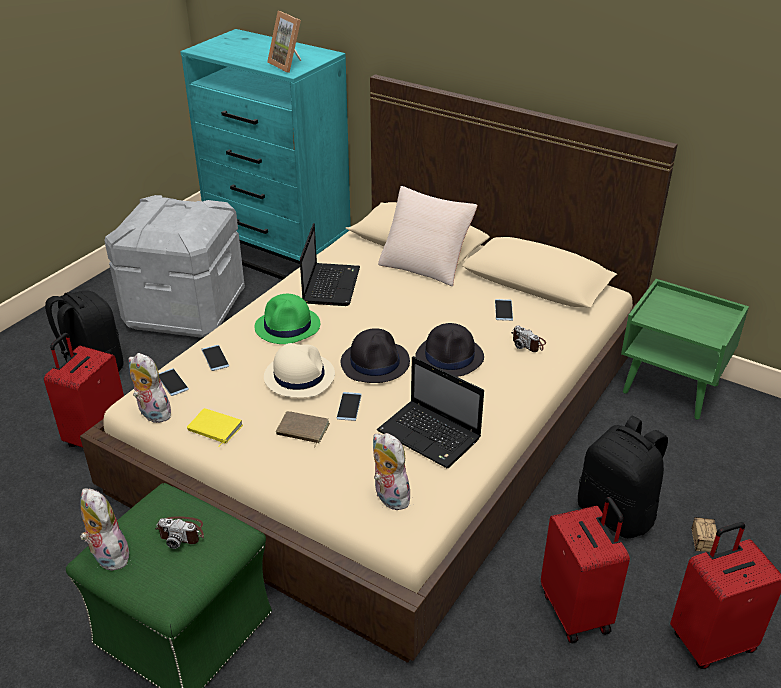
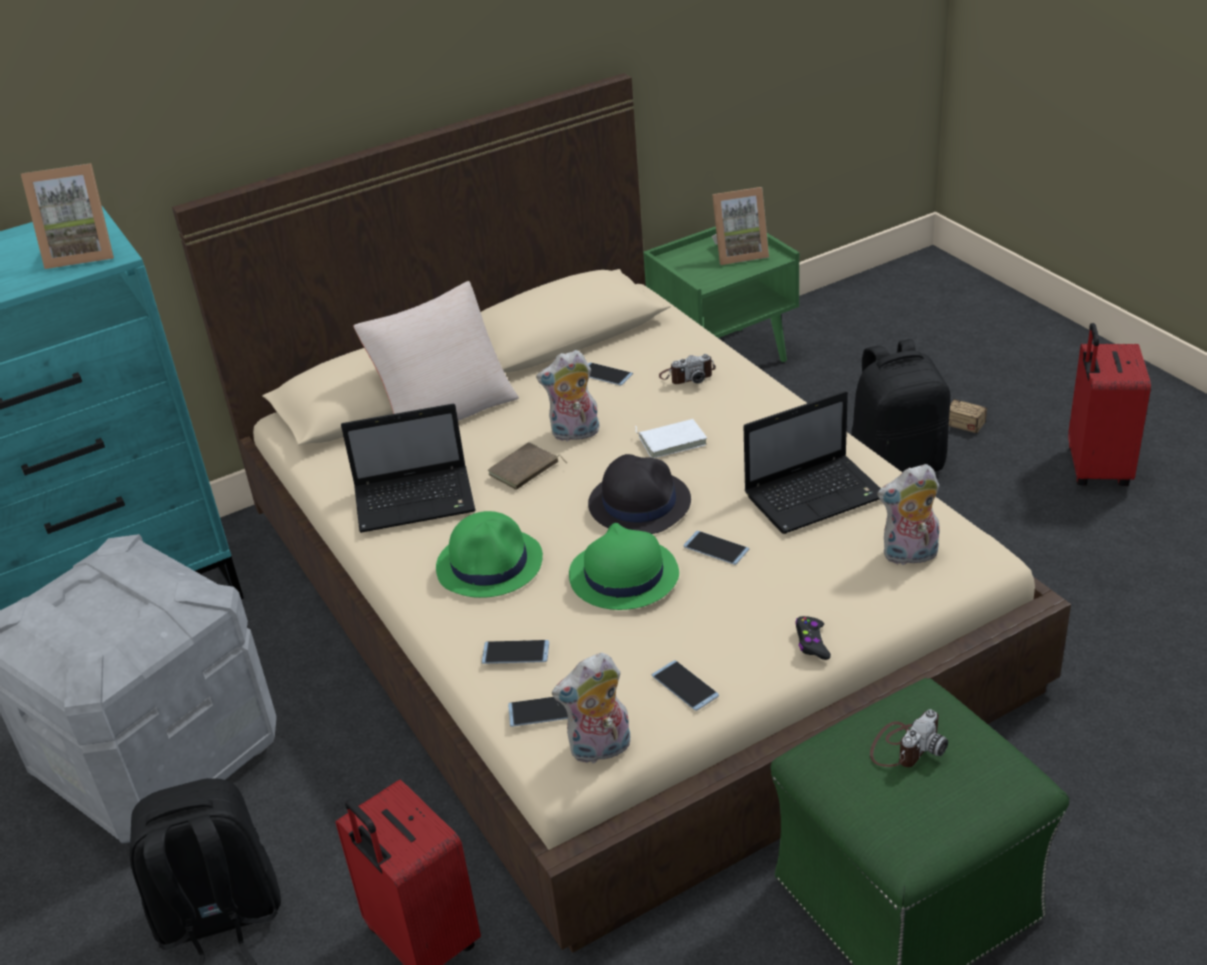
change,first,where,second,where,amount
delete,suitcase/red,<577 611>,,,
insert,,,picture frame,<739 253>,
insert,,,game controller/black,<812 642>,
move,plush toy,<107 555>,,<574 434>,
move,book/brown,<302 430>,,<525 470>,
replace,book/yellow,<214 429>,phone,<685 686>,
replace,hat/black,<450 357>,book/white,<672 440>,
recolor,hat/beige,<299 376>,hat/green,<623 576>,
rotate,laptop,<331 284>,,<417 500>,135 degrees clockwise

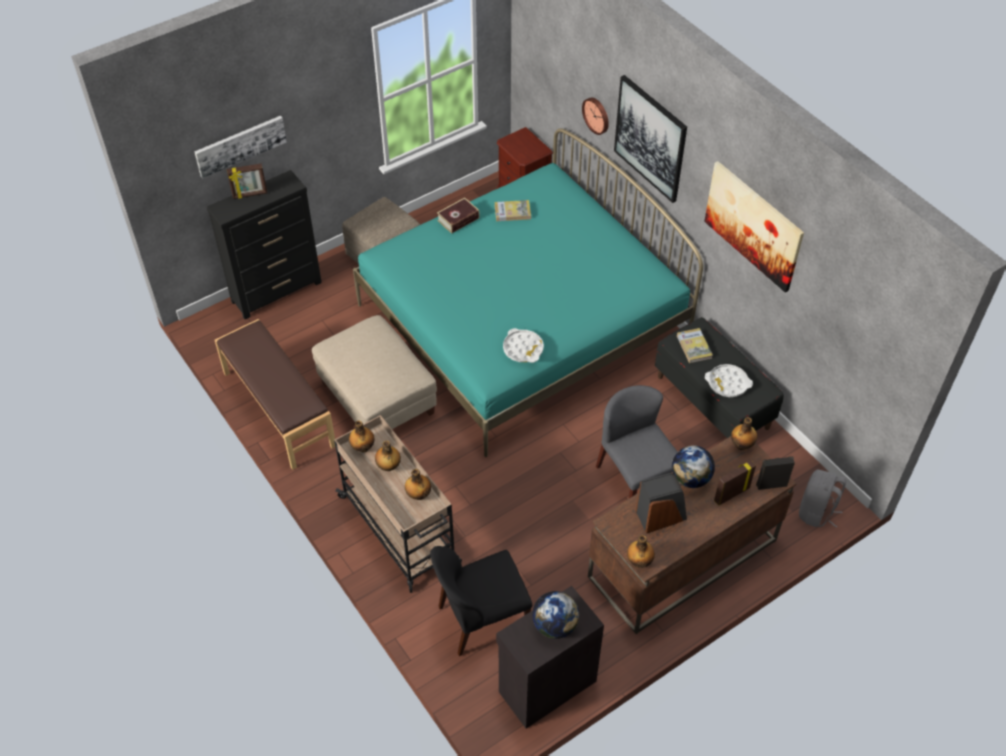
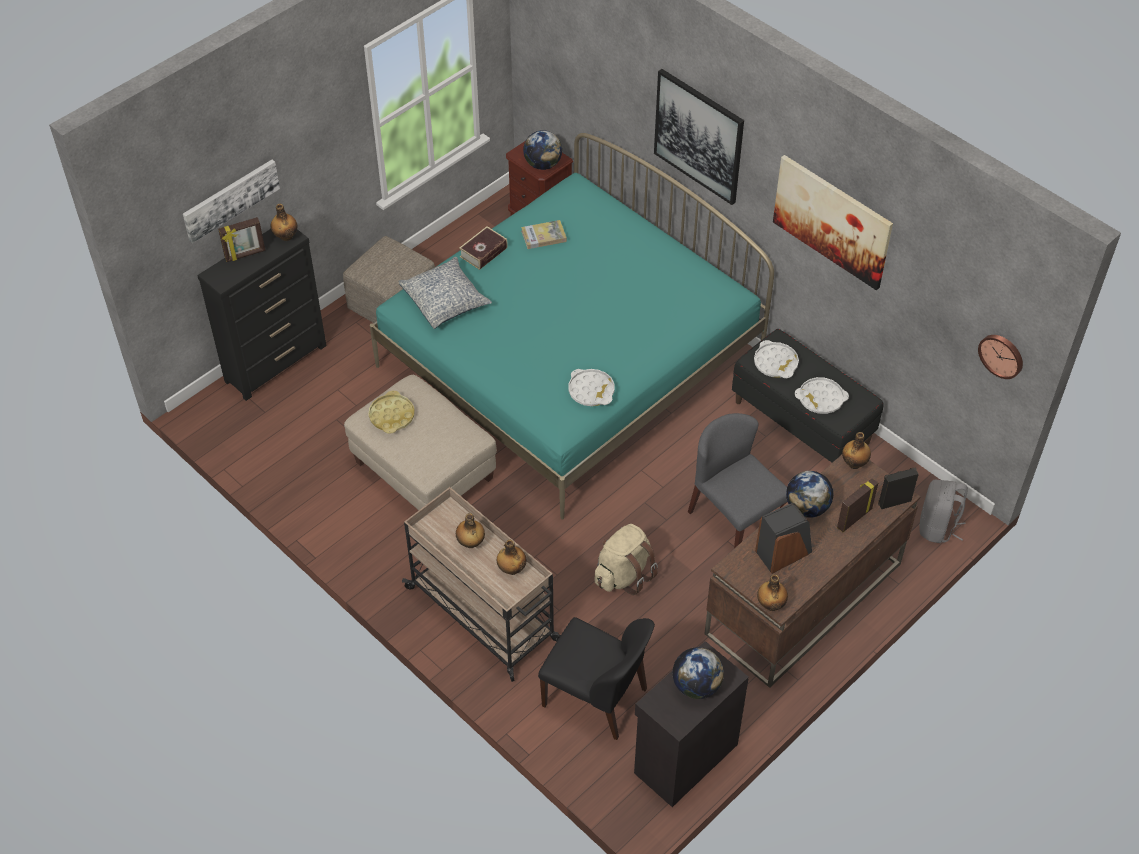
change,first,where,second,where,amount
delete,bench/brown,<278 409>,,,
insert,,,tray/yellow,<392 416>,
insert,,,pillow,<445 301>,
insert,,,globe,<543 164>,
insert,,,backpack/beige,<623 575>,
move,bottle,<363 447>,,<286 236>,
move,wall clock,<597 115>,,<1002 355>,
replace,book,<694 347>,tray/white,<775 363>,
rotate,chair/black,<481 619>,,<597 698>,120 degrees counterclockwise

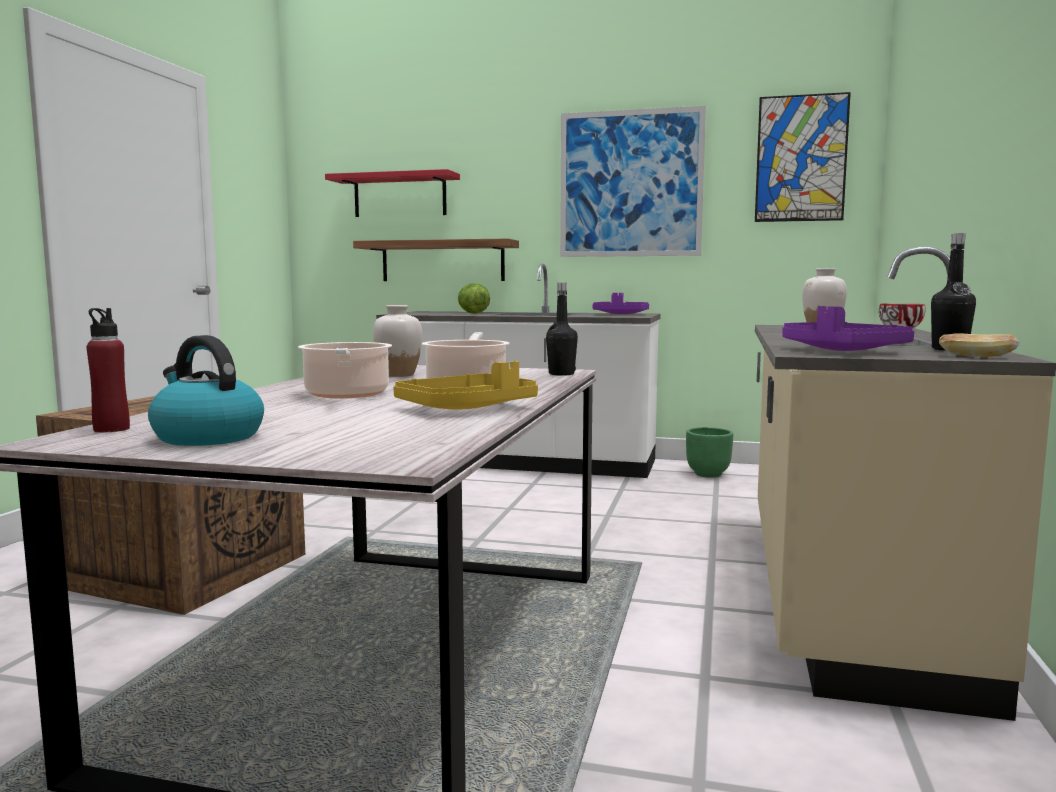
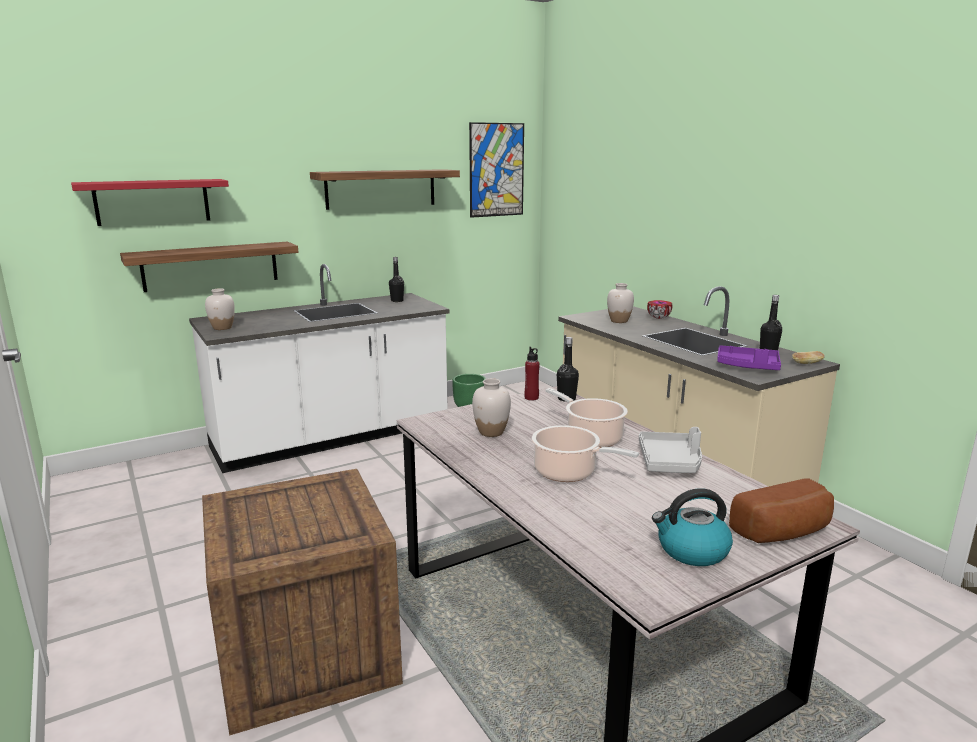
change,first,where,second,where,amount
delete,lettuce,<473 313>,,,
insert,,,vase/white,<222 328>,
insert,,,bread,<785 532>,
move,bottle/red,<111 429>,,<531 398>,
replace,picture,<630 184>,shelf,<381 188>,
replace,tray/purple,<621 314>,bottle/black,<397 301>,
recolor,tray/yellow,<467 408>,tray/grey,<670 462>,

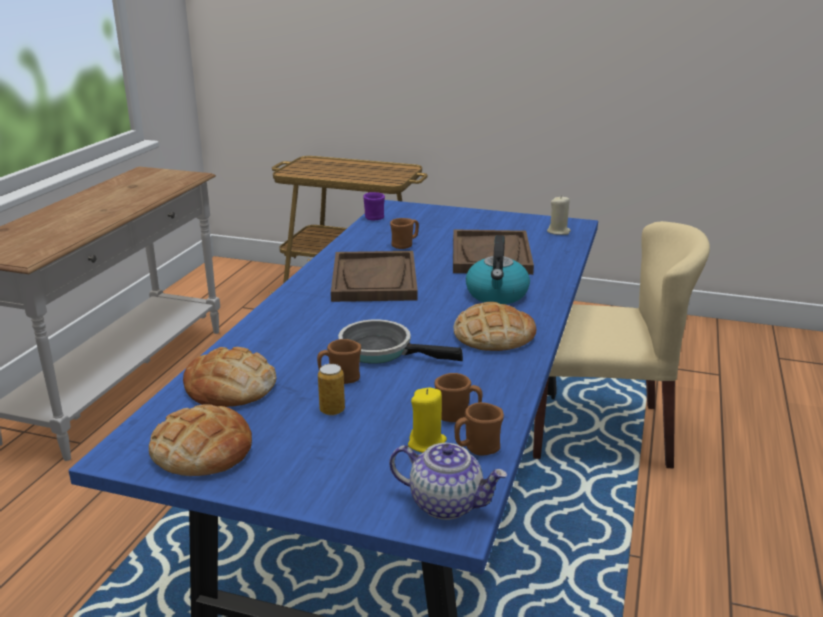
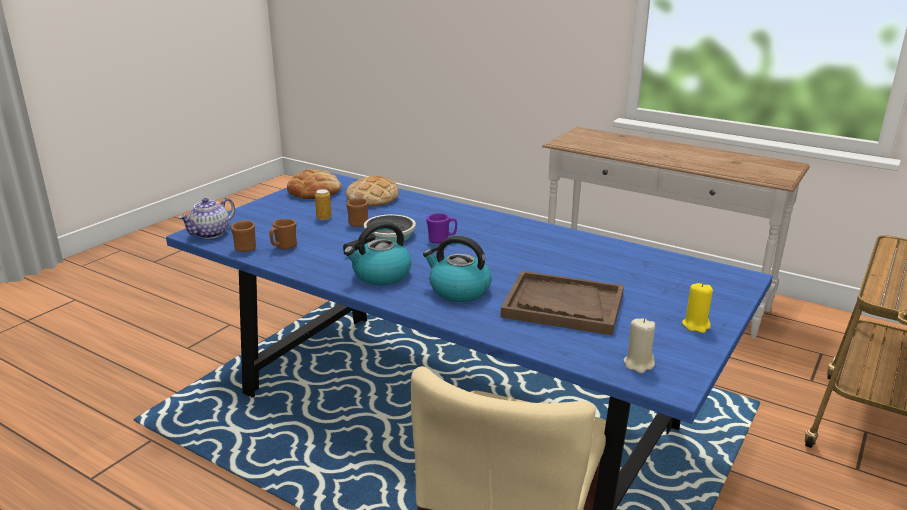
change,first,where,second,where,amount
delete,tray/brown,<374 279>,,,
delete,mug/brown,<405 245>,,,
move,mug/purple,<373 217>,,<441 240>,
move,candle/yellow,<427 443>,,<696 325>,
replace,bread,<493 335>,kettle,<381 275>,

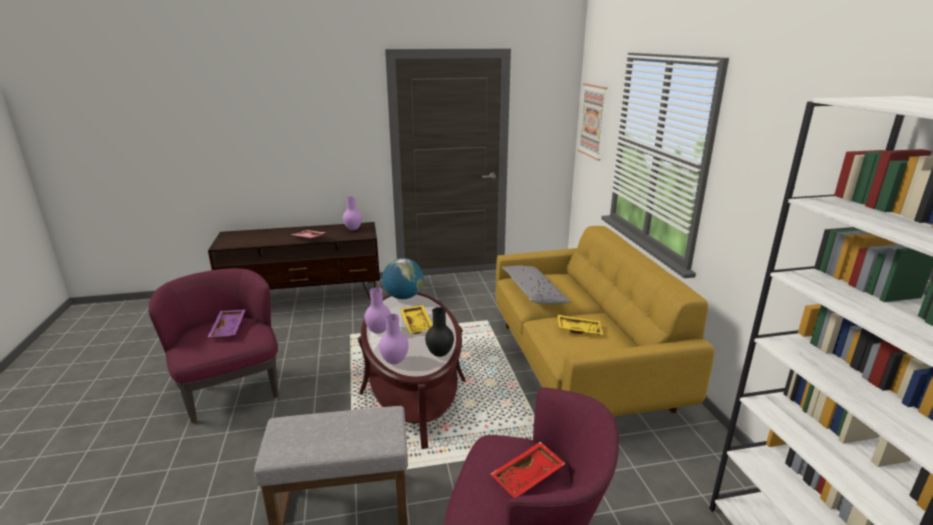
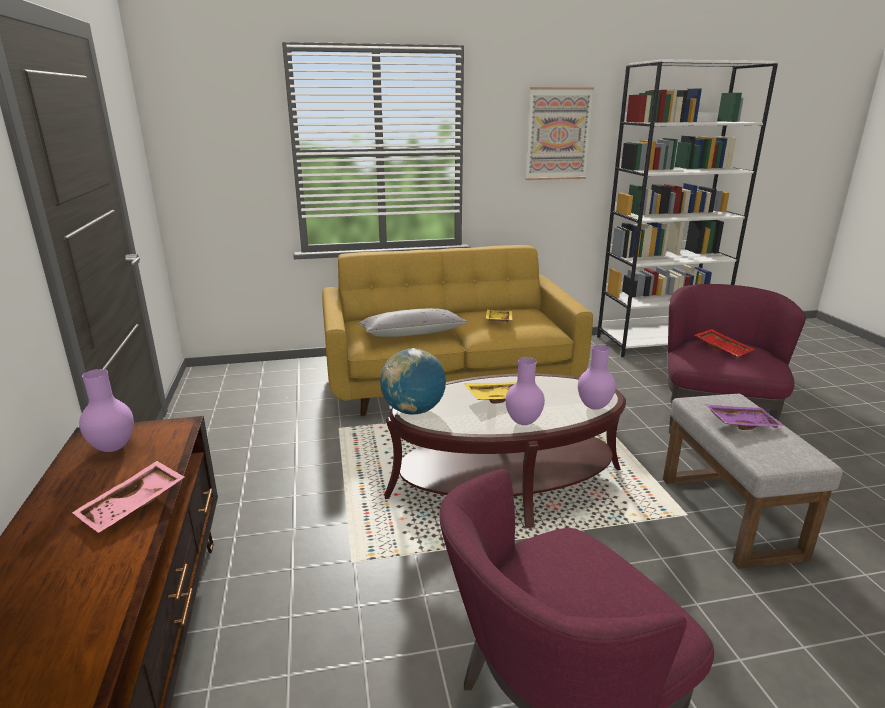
change,first,where,second,where,amount
delete,vase/black,<439 354>,,,
move,tray/purple,<229 328>,,<741 423>,
move,picture,<592 121>,,<558 134>,

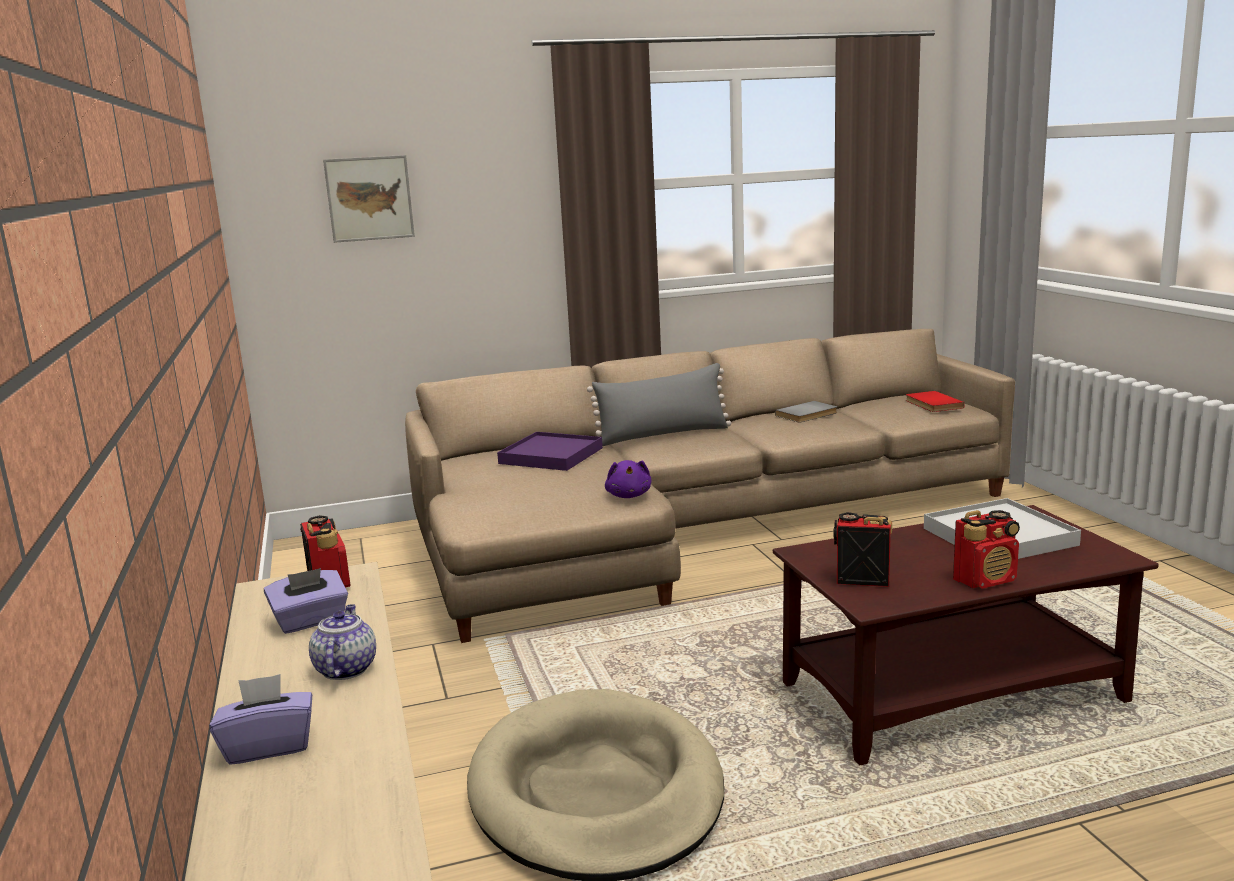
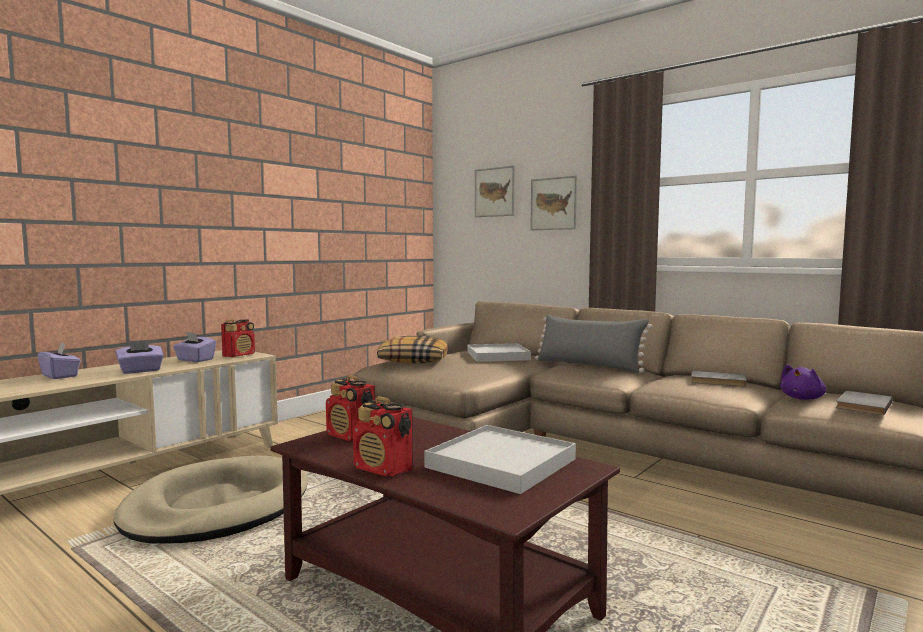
change,first,where,second,where,amount
insert,,,pillow,<413 360>,
insert,,,picture,<553 203>,
move,plush toy/purple,<629 495>,,<802 398>,
replace,teapot,<345 669>,tissue box/purple,<140 371>,
recolor,tray/purple,<551 456>,tray/white,<498 356>,
recolor,book/red,<932 404>,book/grey,<861 405>,
rotate,radio,<861 579>,,<351 436>,150 degrees clockwise

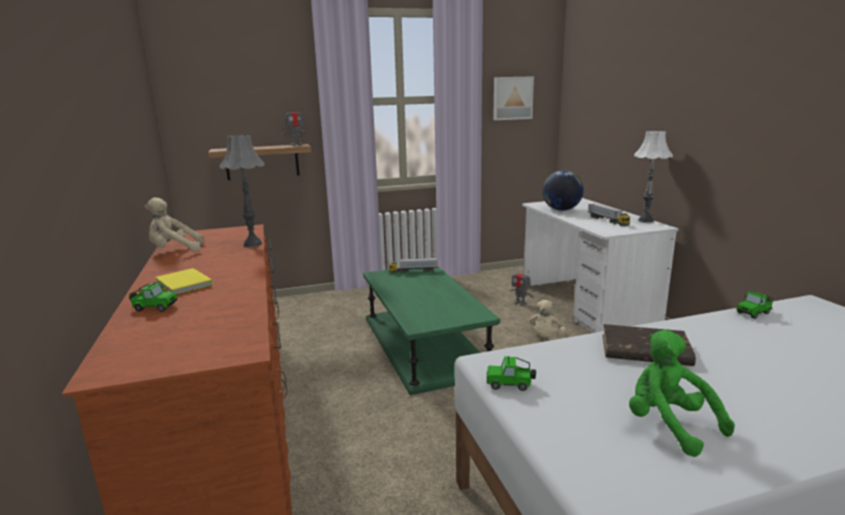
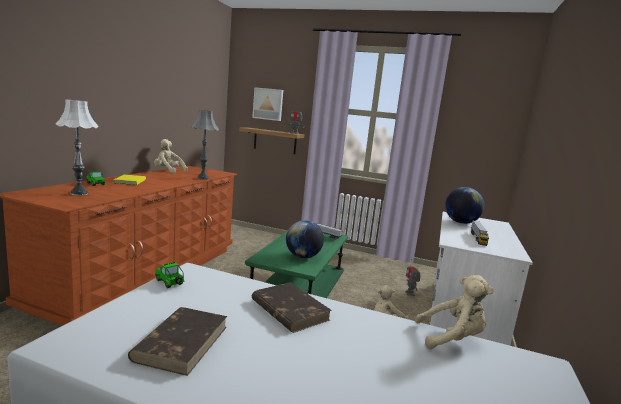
change,first,where,second,where,amount
insert,,,globe,<303 257>,
move,picture,<512 98>,,<268 104>,
move,table lamp/white,<645 221>,,<79 193>,
replace,plush toy/green,<668 425>,book/brown,<182 342>,
replace,toy car,<754 313>,plush toy/beige,<452 338>,

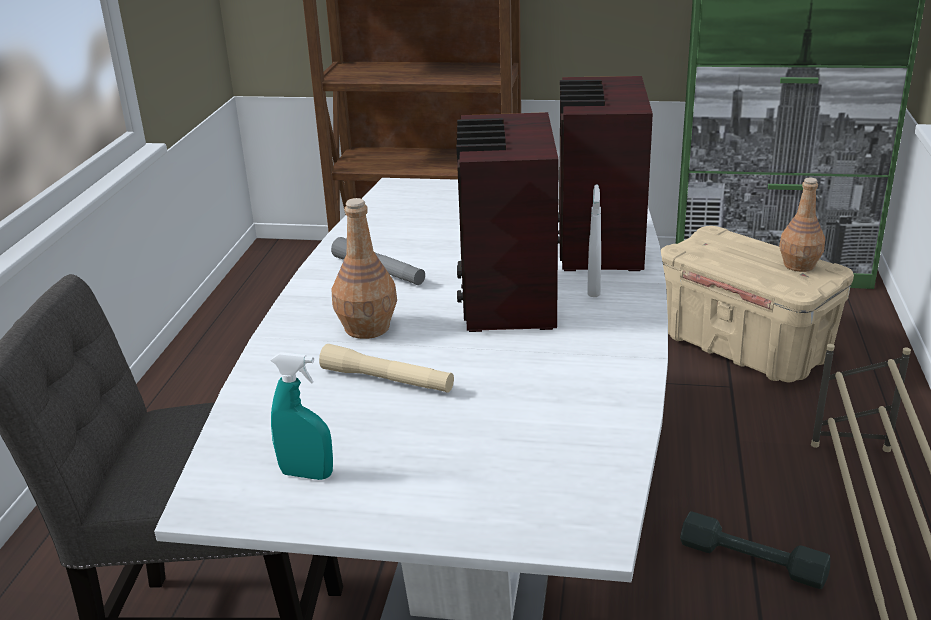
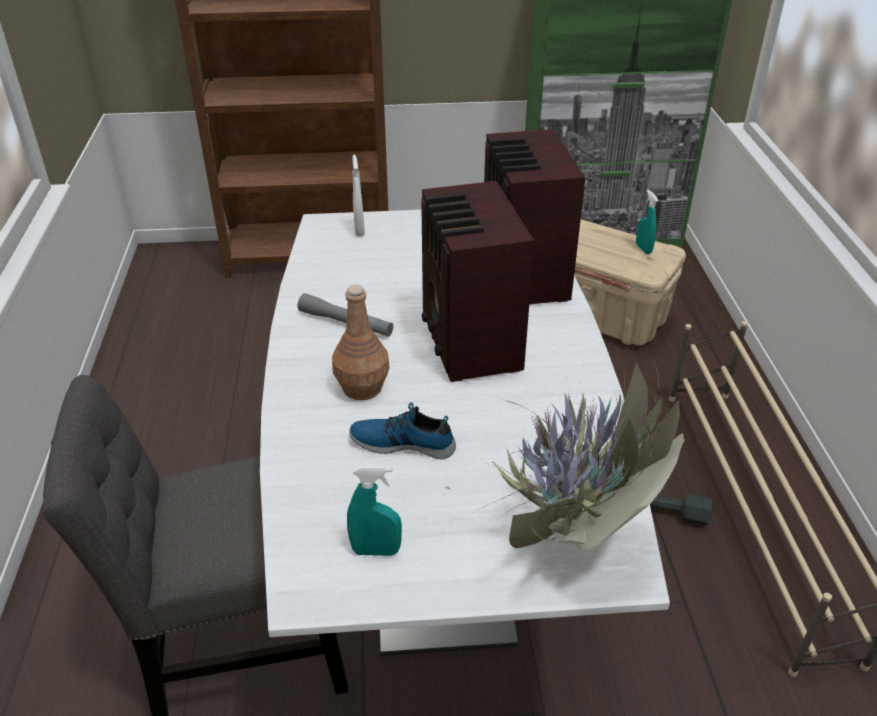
change,first,where,second,where,amount
insert,,,potted plant,<573 540>,
move,spray bottle/white,<593 289>,,<359 230>,
replace,flashlight/beige,<387 380>,shoe,<403 442>,
replace,bottle/brown,<799 265>,spray bottle/turquoise,<643 249>,

